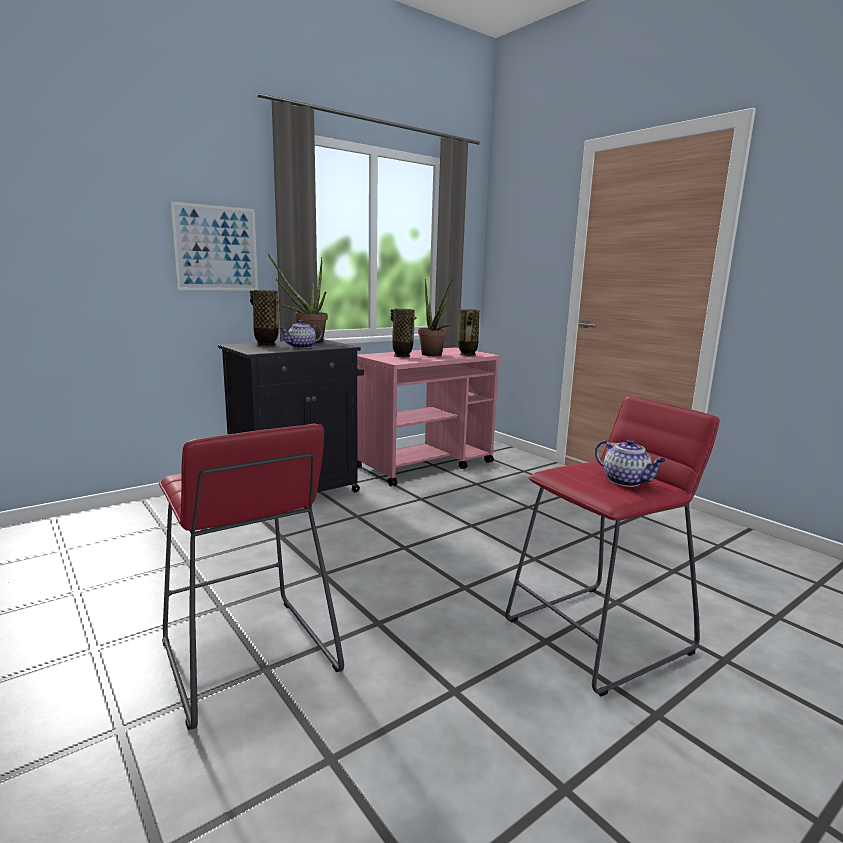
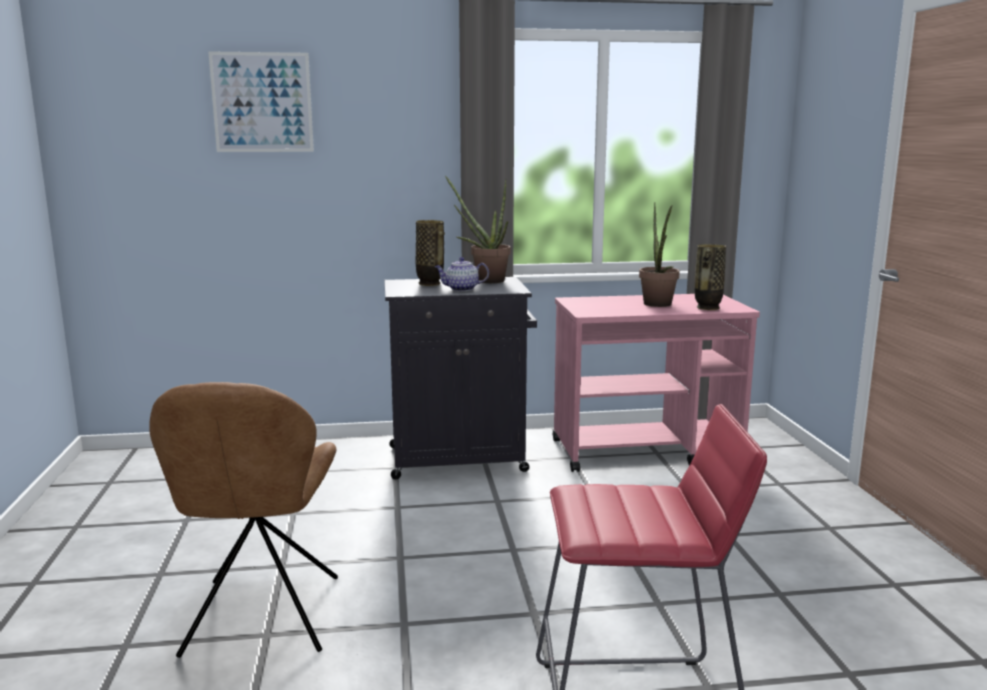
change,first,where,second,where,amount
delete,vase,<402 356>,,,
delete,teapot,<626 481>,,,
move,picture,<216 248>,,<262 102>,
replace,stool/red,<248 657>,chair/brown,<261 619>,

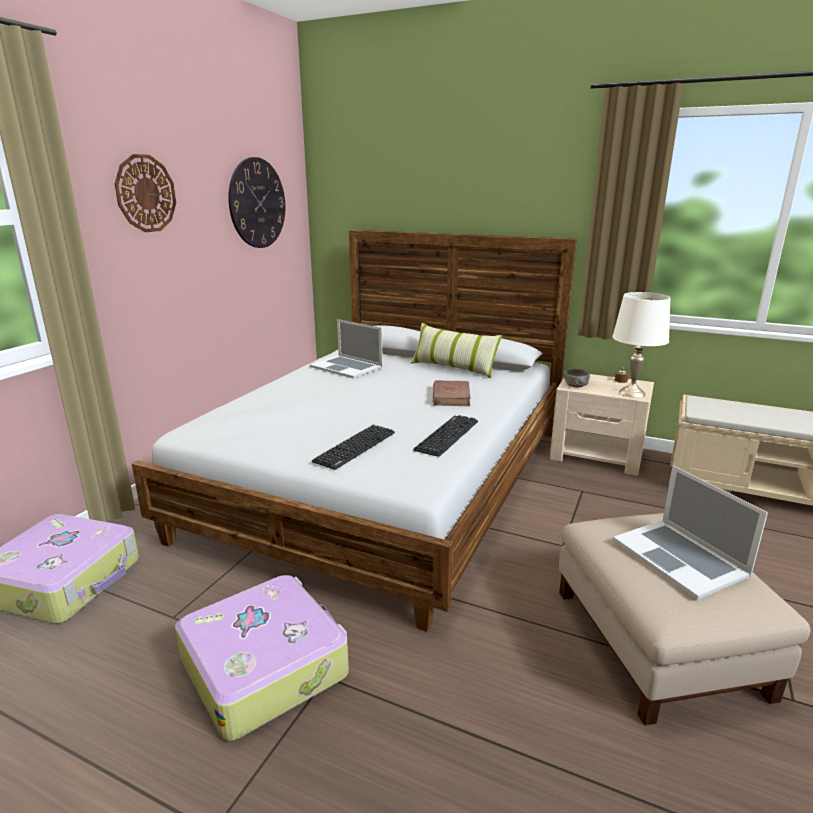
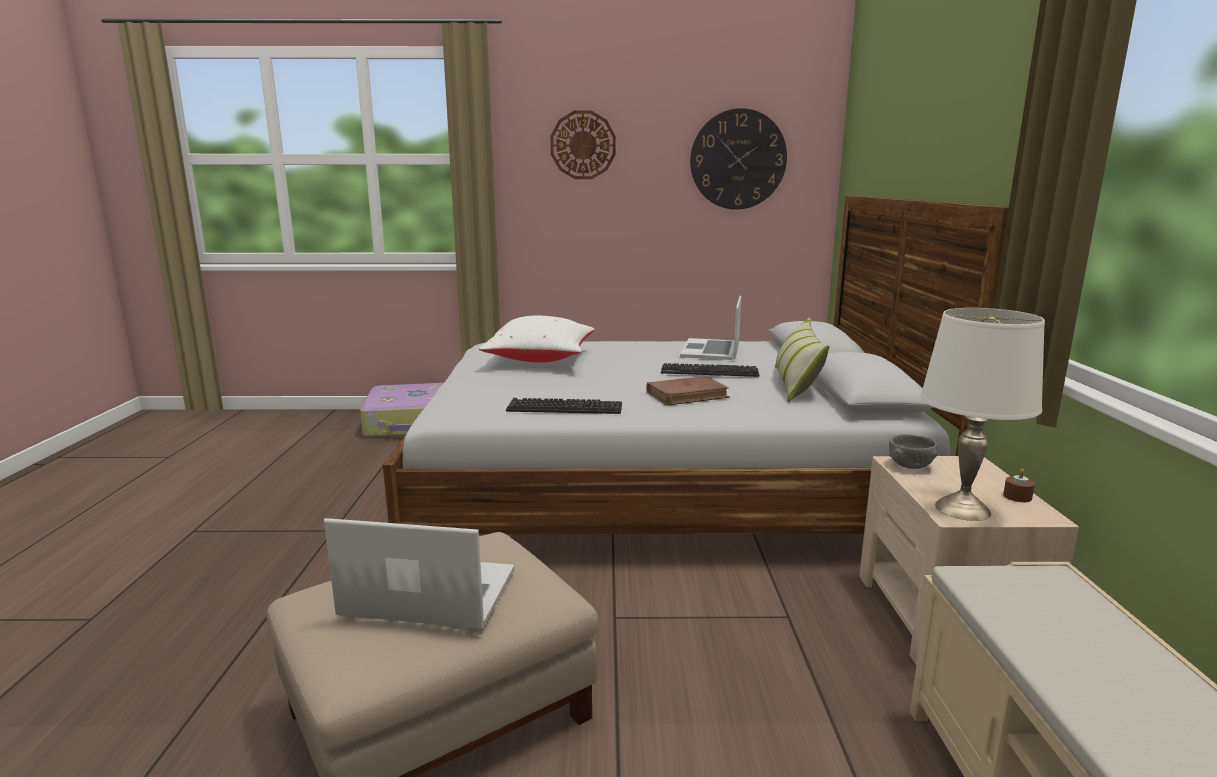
change,first,where,second,where,amount
delete,suitcase,<265 665>,,,
insert,,,pillow/white,<541 359>,
move,keyboard,<355 447>,,<709 372>,
rotate,laptop,<679 557>,,<428 592>,60 degrees clockwise

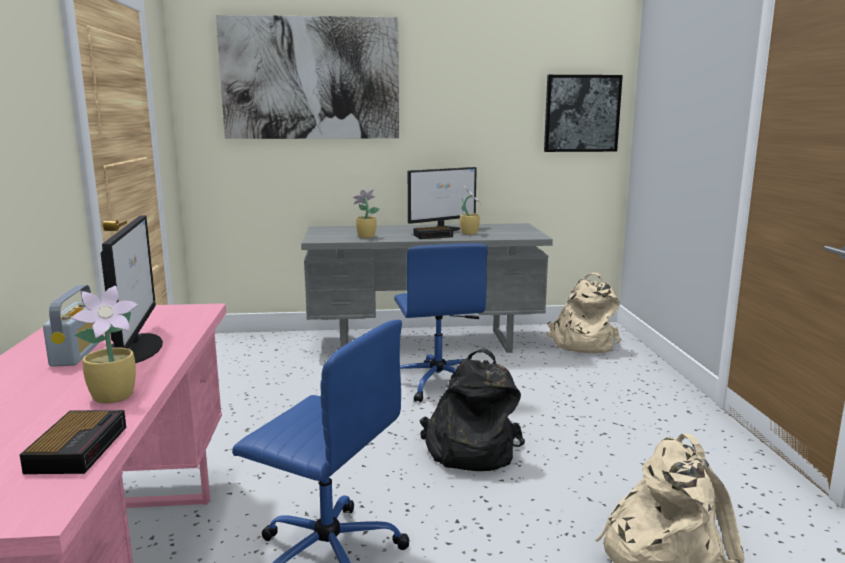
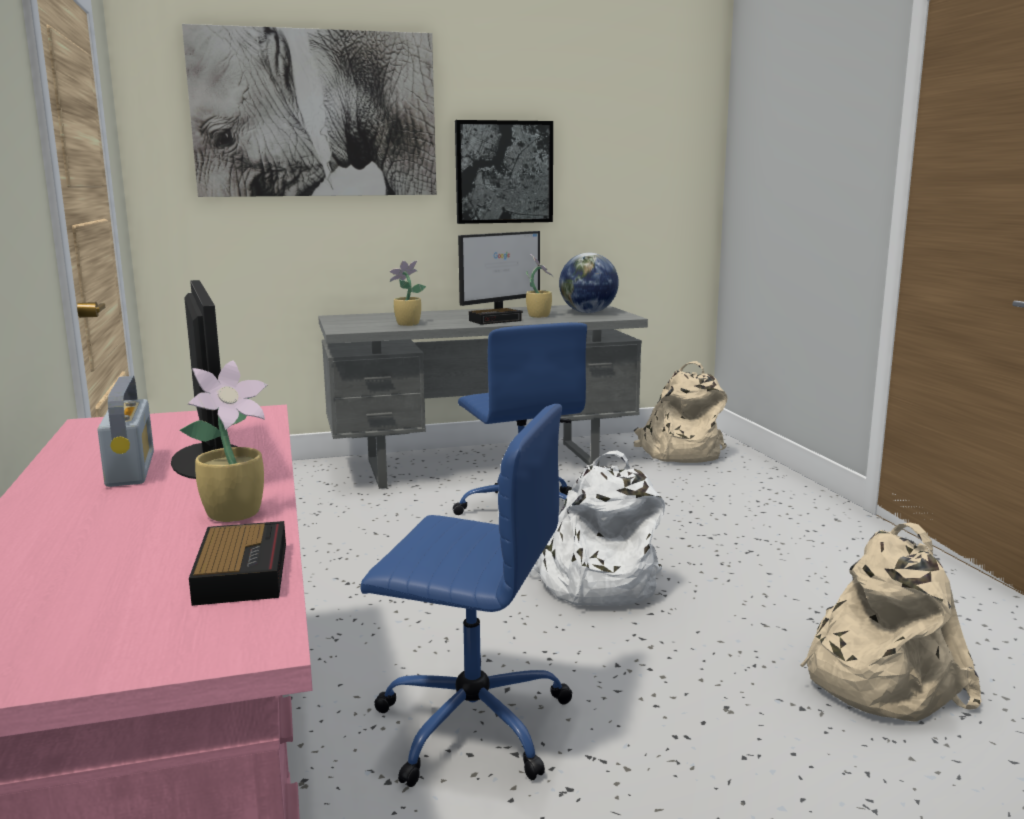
change,first,where,second,where,amount
insert,,,globe,<587 312>,
move,picture,<581 113>,,<504 172>,
recolor,backpack/black,<469 450>,backpack/white,<595 583>,

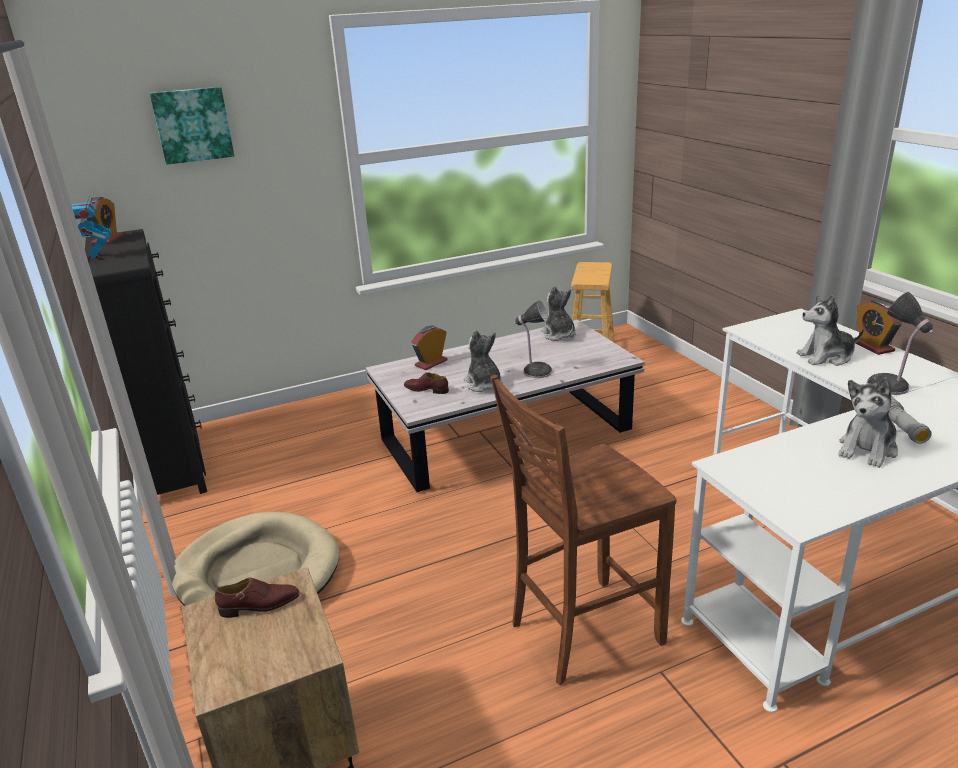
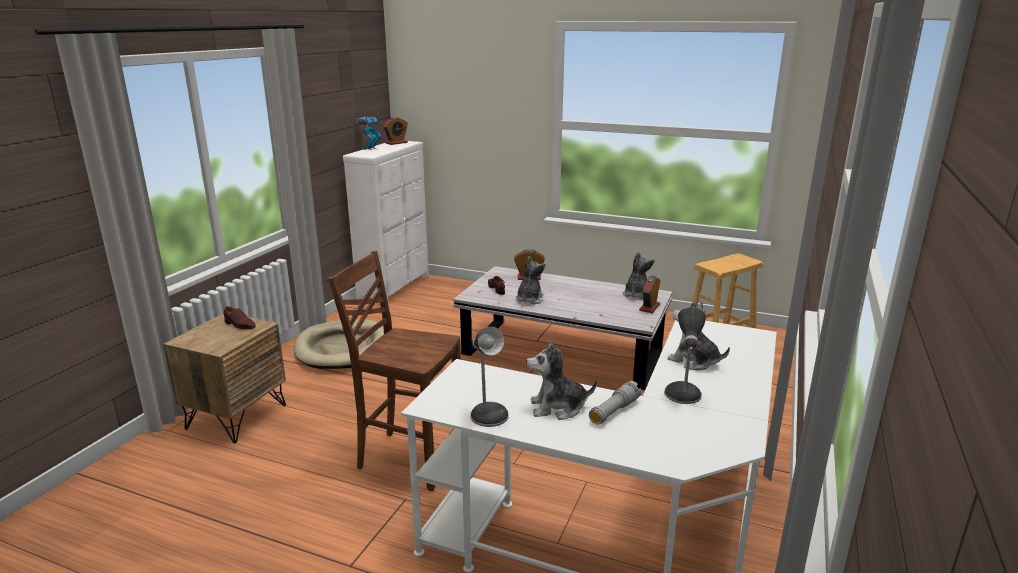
change,first,where,second,where,amount
delete,picture,<192 125>,,,
move,table lamp,<535 371>,,<488 414>,
move,alarm clock,<872 346>,,<649 307>,
recolor,dresser/black,<176 463>,dresser/white,<395 288>,

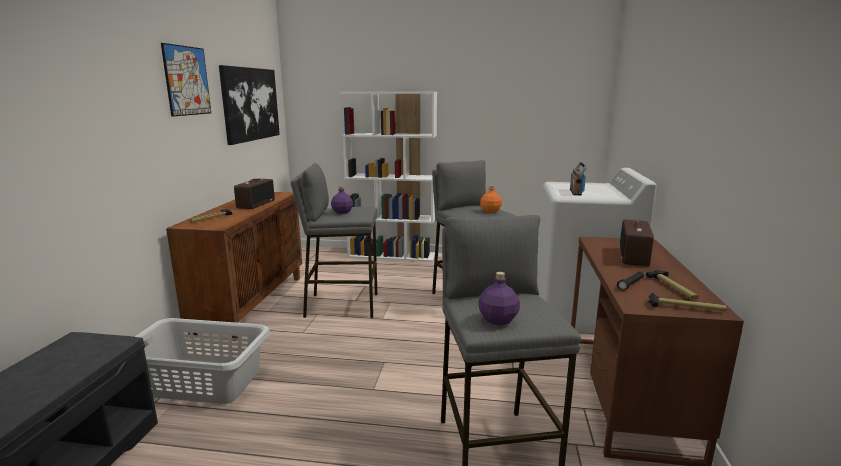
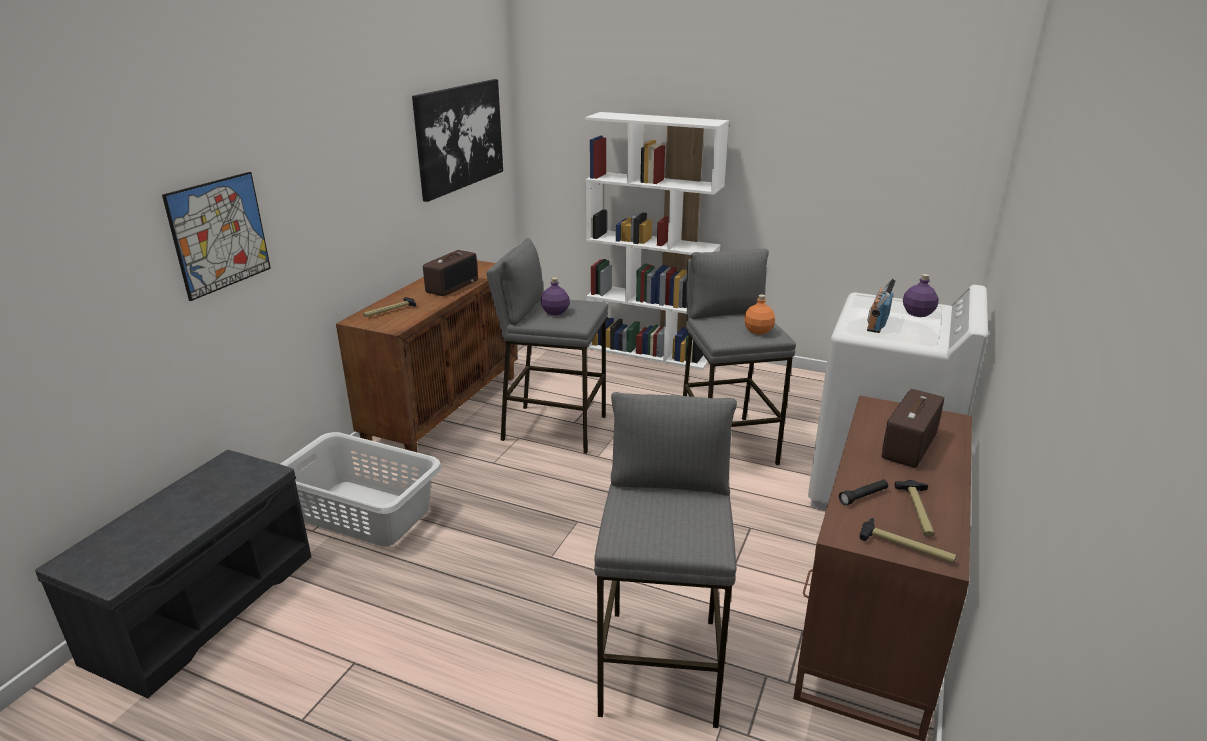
change,first,where,second,where,amount
move,picture,<187 81>,,<219 234>,
move,bottle/purple,<498 319>,,<918 313>,

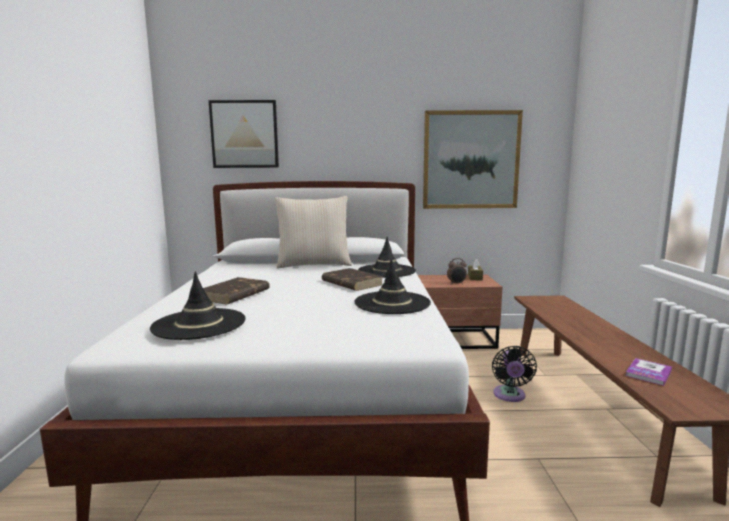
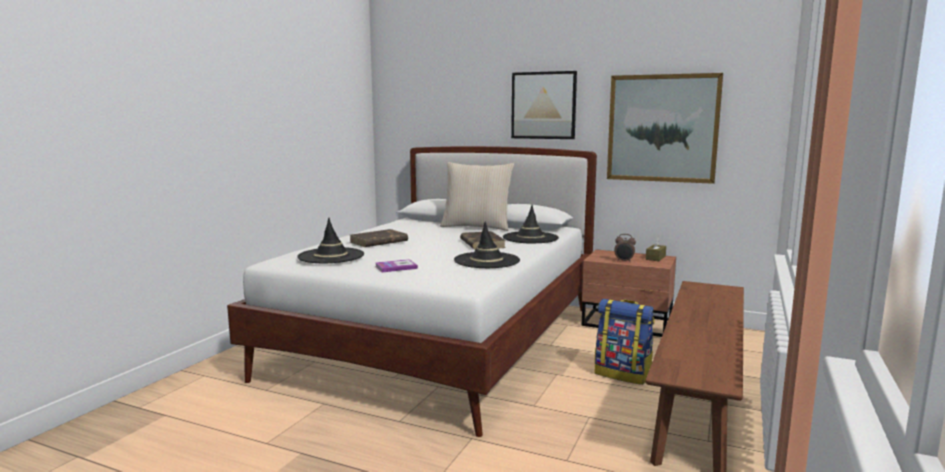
change,first,where,second,where,amount
move,picture,<244 134>,,<543 105>,
move,book,<648 373>,,<396 267>,
replace,fan/black,<509 396>,backpack,<623 374>,

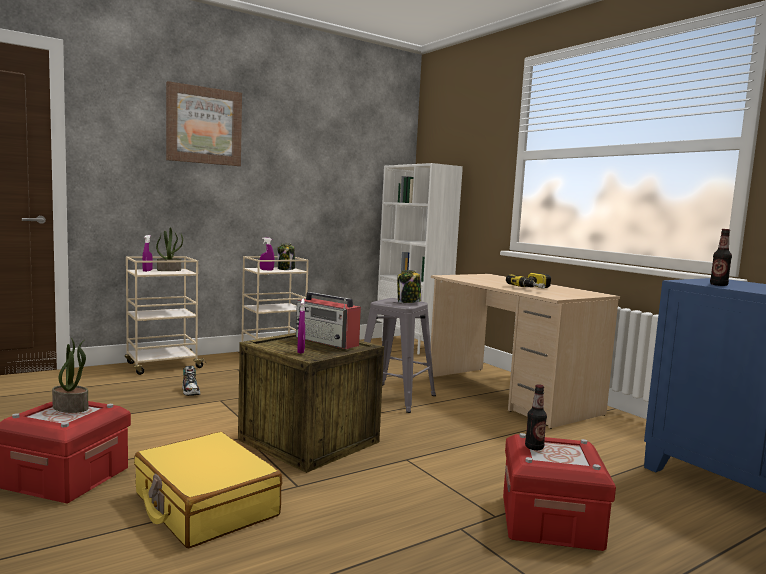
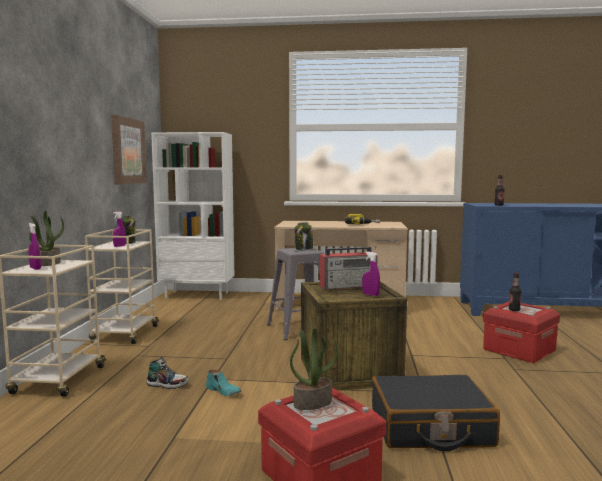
change,first,where,second,where,amount
insert,,,shoe/turquoise,<224 391>,
move,picture,<204 125>,,<127 151>,
recolor,suitcase/yellow,<205 505>,suitcase/black,<430 428>,

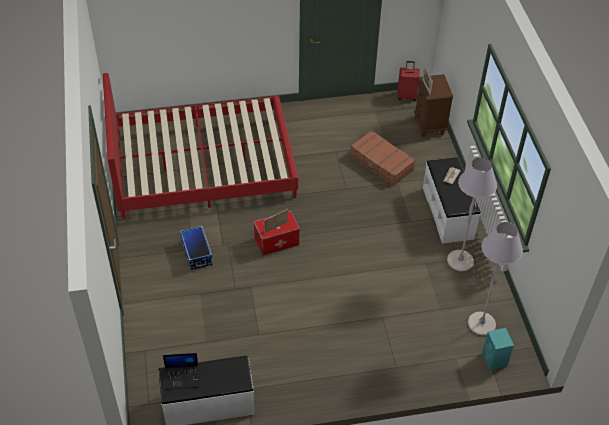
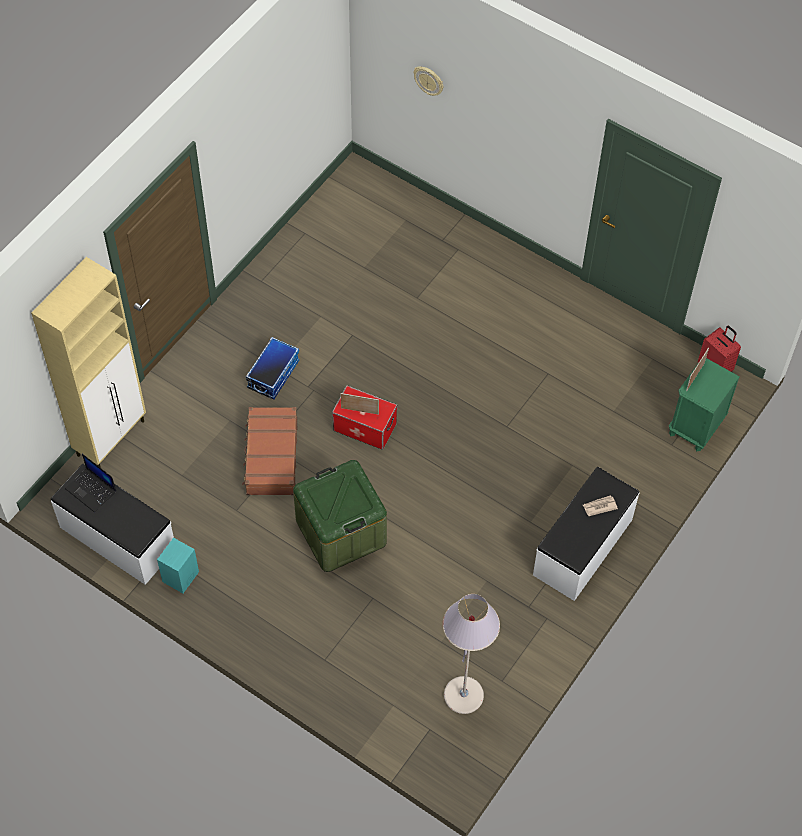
change,first,where,second,where,amount
delete,bed/red,<203 166>,,,
delete,floor lamp/grey,<460 261>,,,
insert,,,cabinet/beige,<111 437>,
insert,,,storage box/green,<341 532>,
insert,,,wall clock,<429 80>,
move,suitcase/brown,<381 163>,,<271 457>,
move,speaker/turquoise,<494 360>,,<180 577>,
recolor,nightstand/brown,<429 125>,nightstand/green,<695 427>,

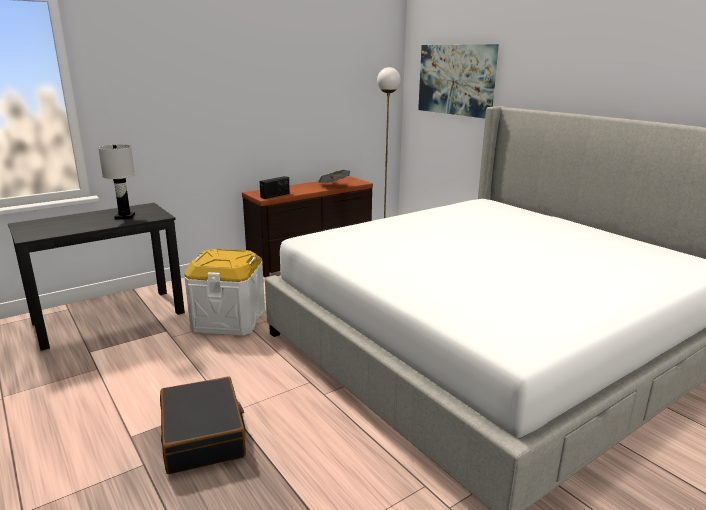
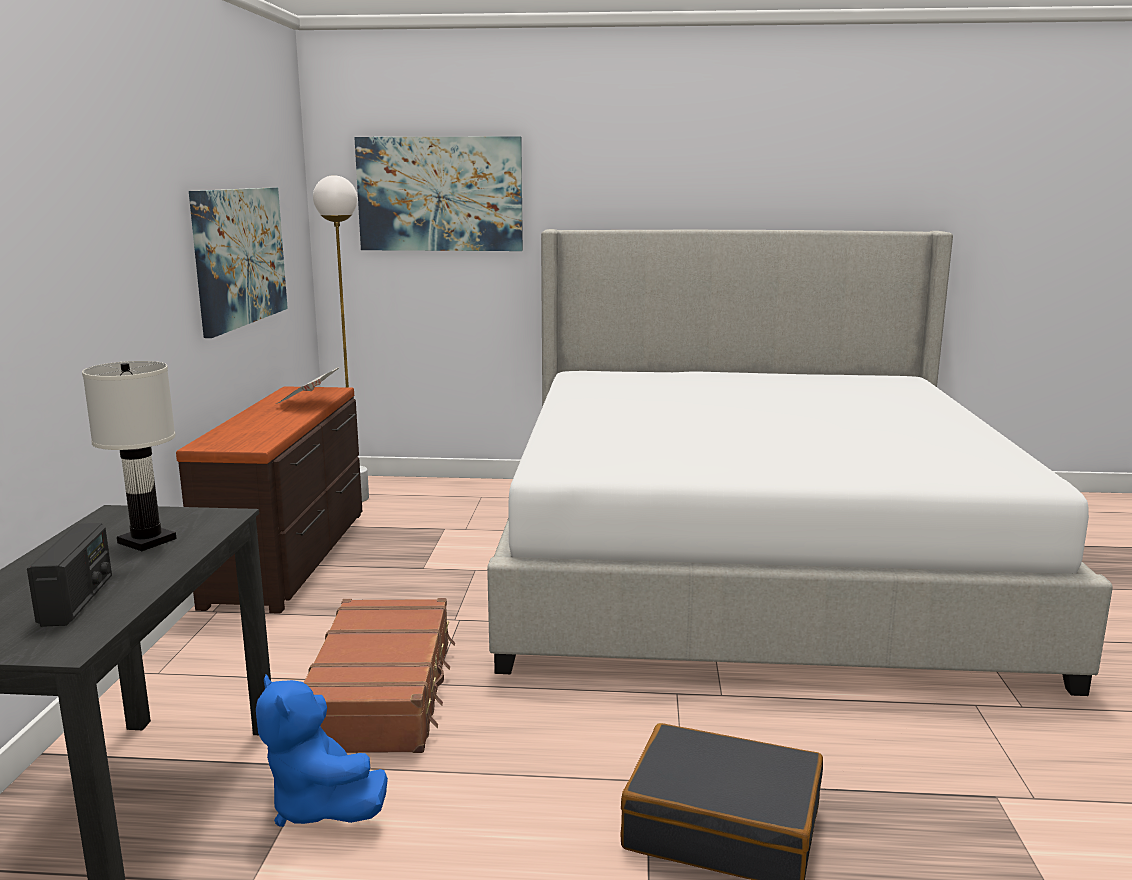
change,first,where,second,where,amount
insert,,,picture,<239 256>,
insert,,,plush toy/blue,<320 806>,
move,radio,<275 195>,,<77 600>,
replace,storage box/white,<229 320>,suitcase/brown,<383 693>,

